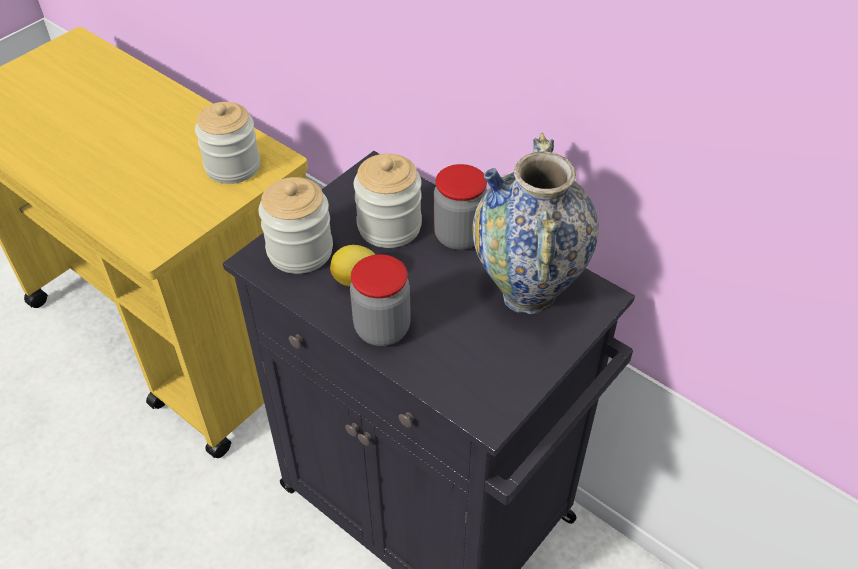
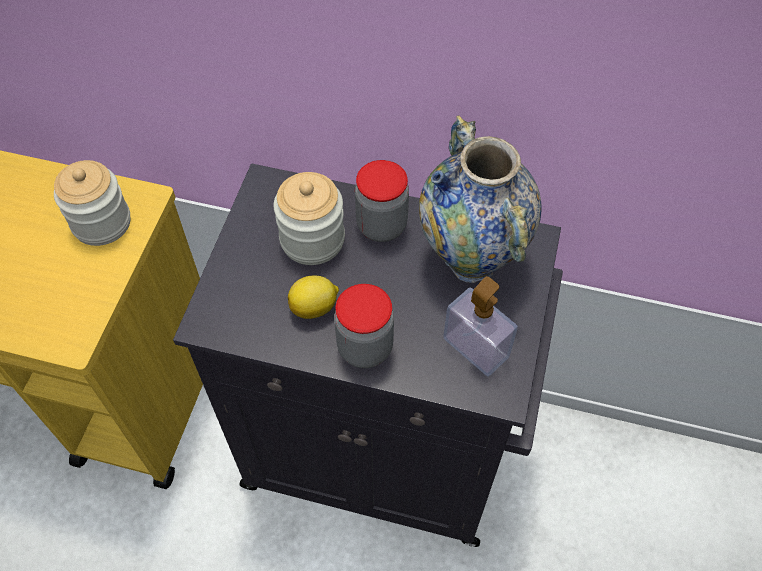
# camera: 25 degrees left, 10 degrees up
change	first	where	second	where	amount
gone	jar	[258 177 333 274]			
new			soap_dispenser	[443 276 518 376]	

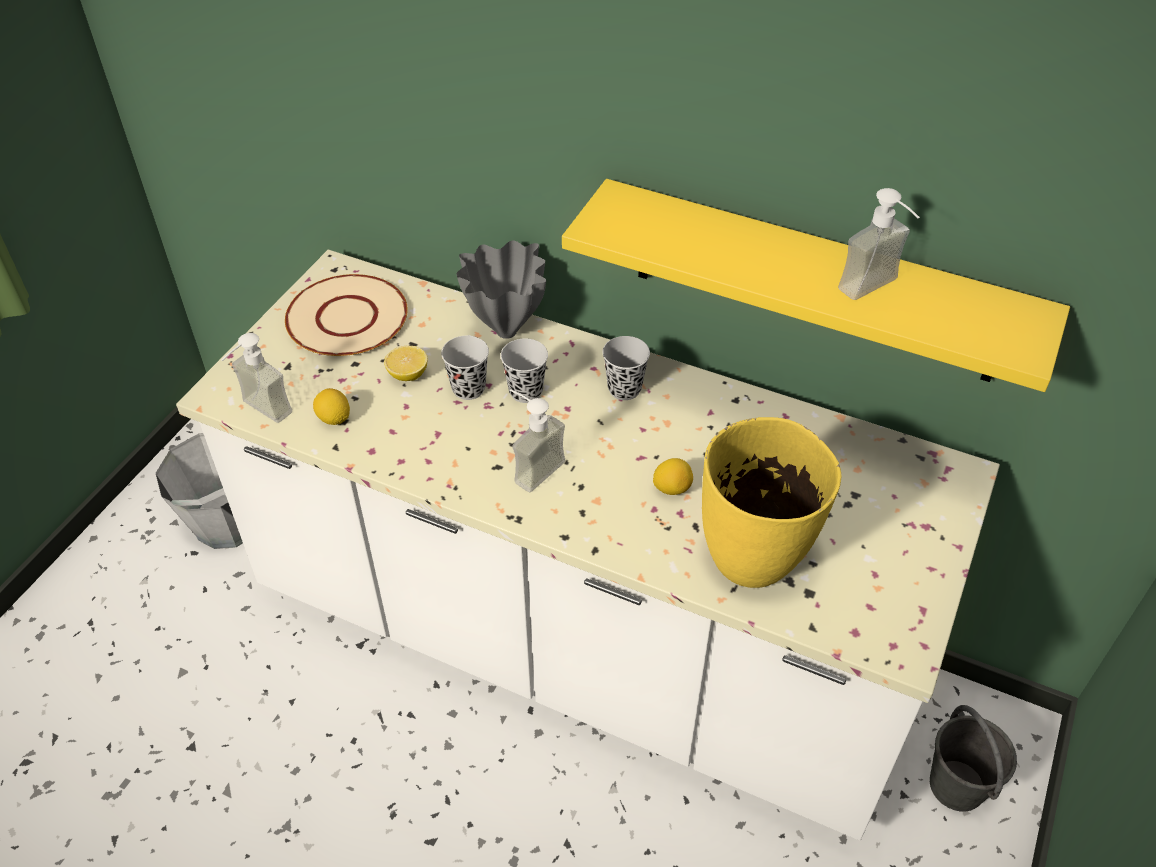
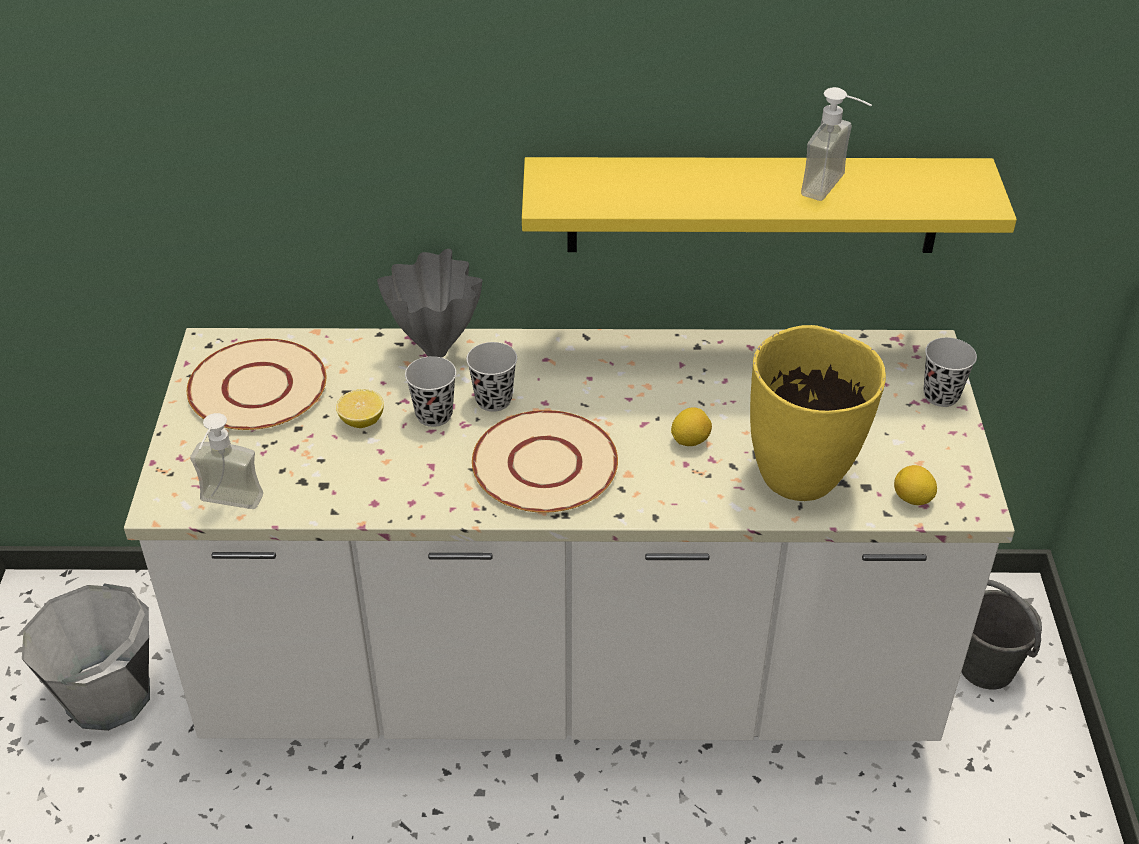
# camera: 25 degrees left, 5 degrees down
change	first	where	second	where	amount
shifted	black_cup	[603 336 650 400]		[923 337 977 407]	
shifted	lemon	[313 388 350 425]		[894 465 937 505]	
swapped	soap_dispenser	[510 389 565 492]	beige_plate	[472 410 618 513]	

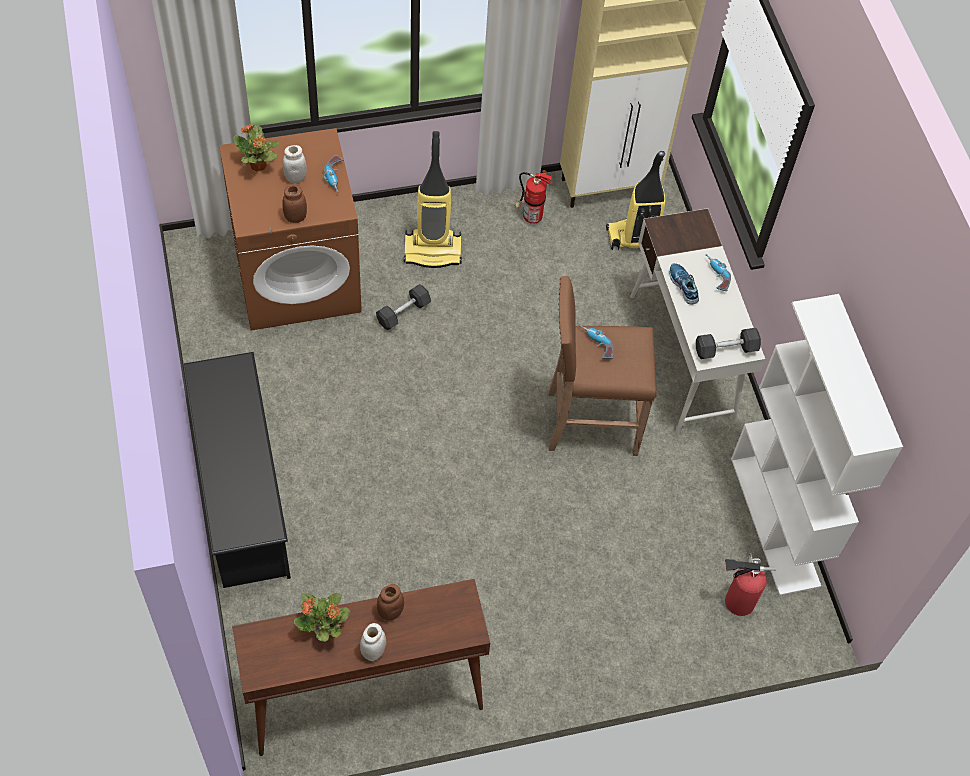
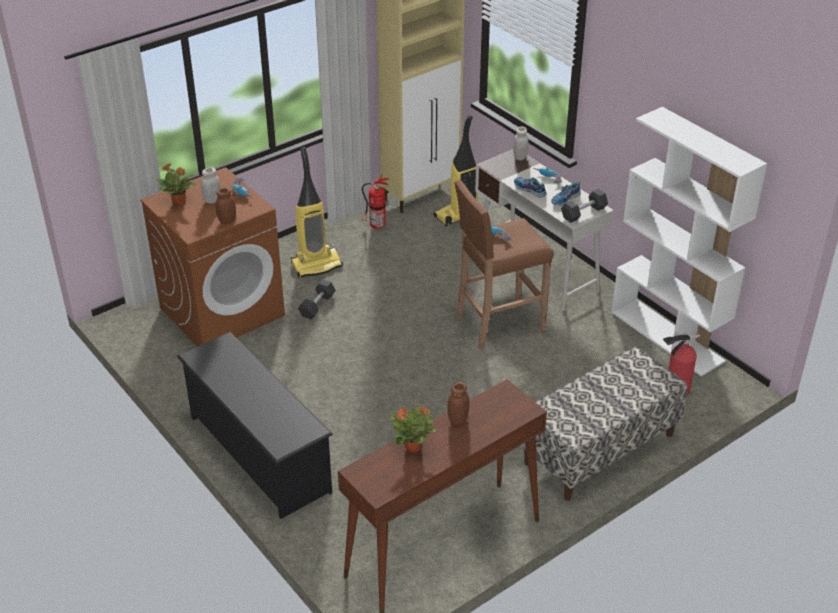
# camera: 20 degrees left, 20 degrees down
change	first	where	second	where	amount
shifted	white_jar	[360 623 386 661]		[513 127 529 161]	
new			shoe	[551 181 581 206]	
new			bench	[520 347 687 501]	

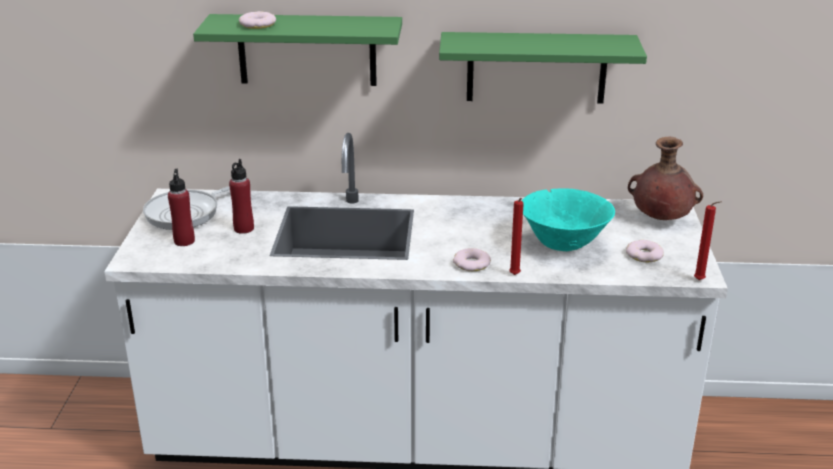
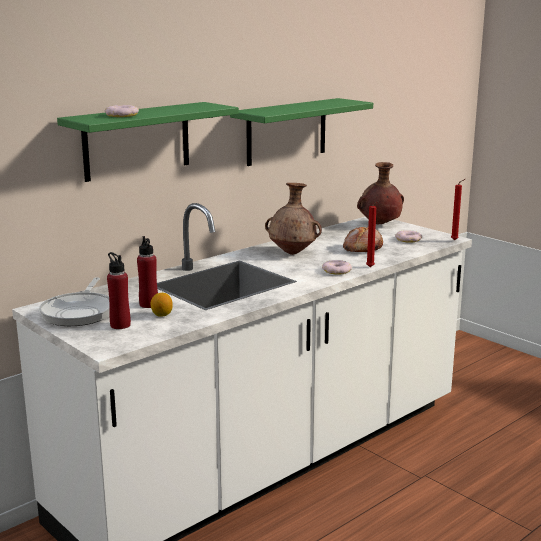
# camera: 45 degrees left, 10 degrees down
change	first	where	second	where	amount
swapped	turquoise_bowl	[522 188 615 251]	bread	[343 227 383 252]	
new			brown_vase	[265 183 322 255]	
new			lemon	[151 293 173 317]	

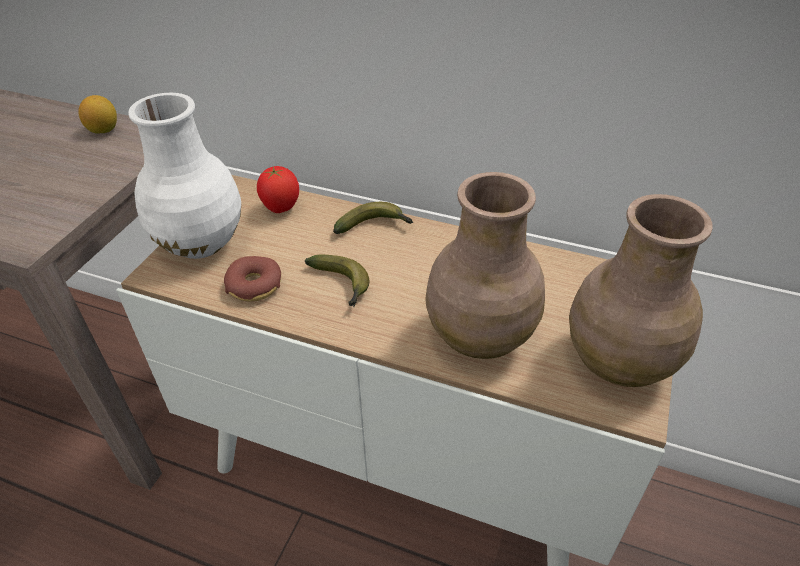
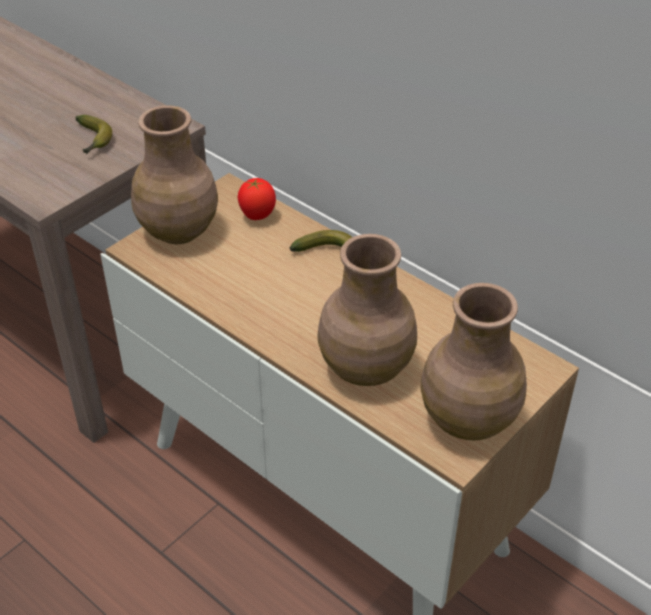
# camera: 20 degrees right, 0 degrees up
change	first	where	second	where	amount
repainted	white_vase	[128 93 241 259]	brown_vase	[131 105 218 244]	
gone	lemon	[78 95 117 134]			
shifted	banana	[305 255 369 307]		[75 115 112 154]	
gone	donut	[224 256 281 302]			

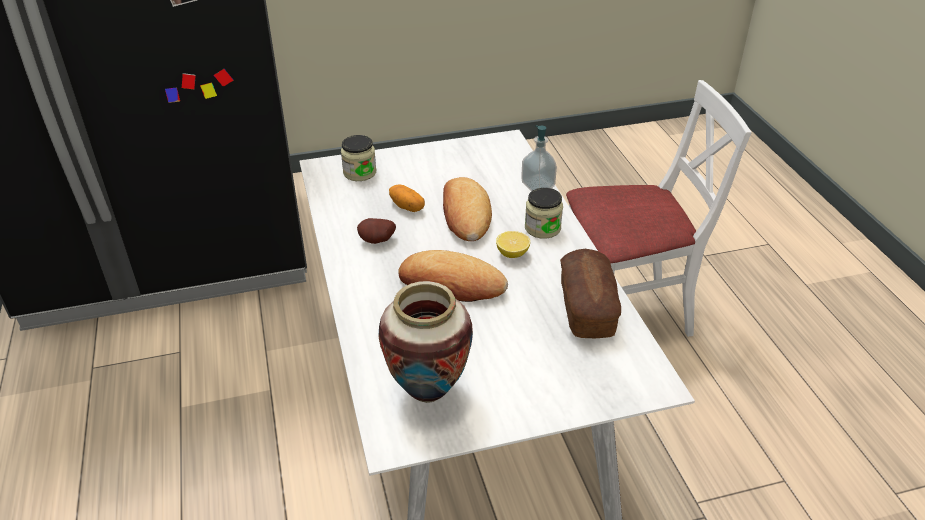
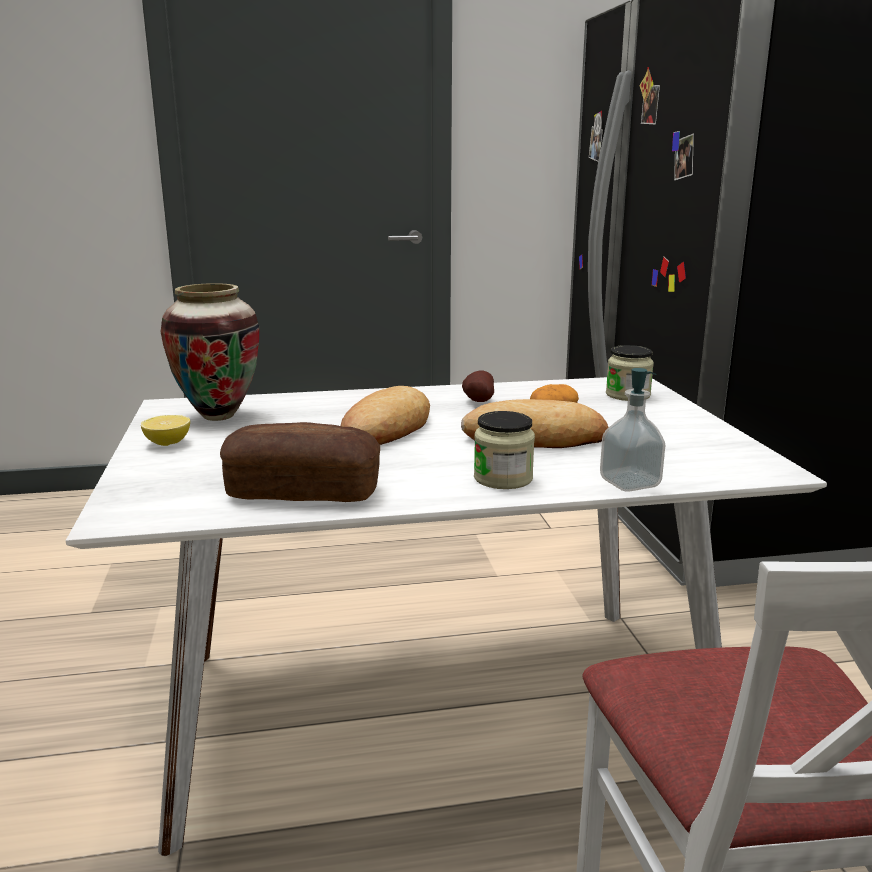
# camera: 95 degrees right, 20 degrees down
change	first	where	second	where	amount
shifted	lemon	[496 231 530 258]		[141 415 190 446]	

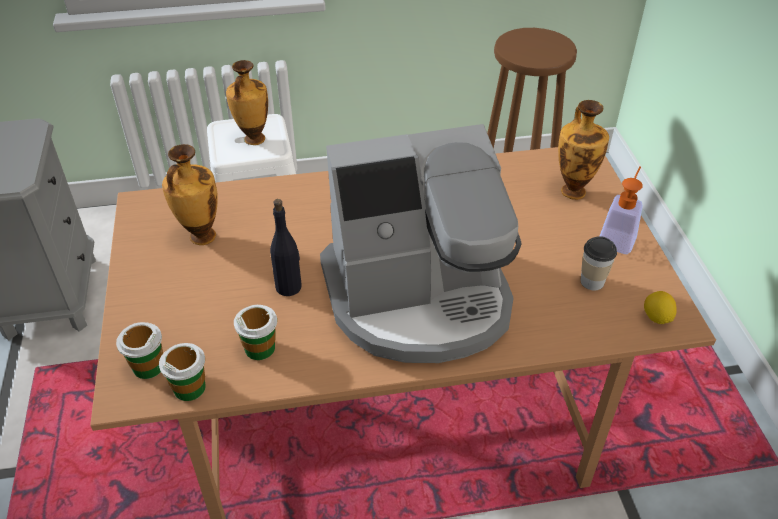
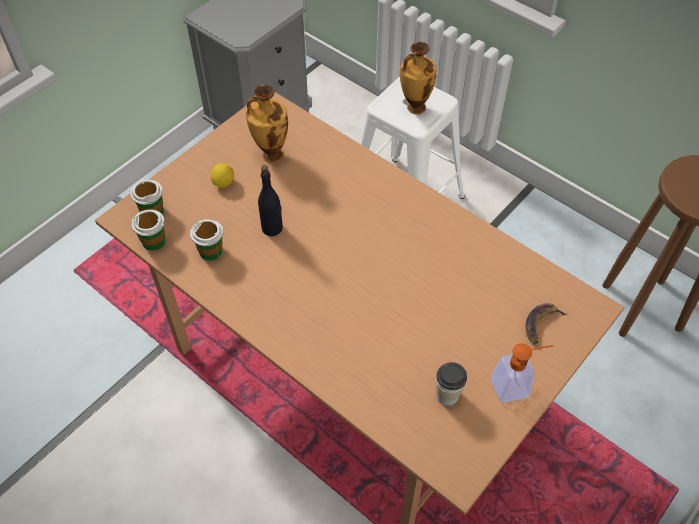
# camera: 50 degrees right, 10 degrees up
change	first	where	second	where	amount
swapped	vase	[558 100 609 200]	banana	[526 303 567 344]	
gone	coffee_machine	[320 124 522 363]			
shifted	lemon	[644 291 677 324]		[211 163 234 188]	

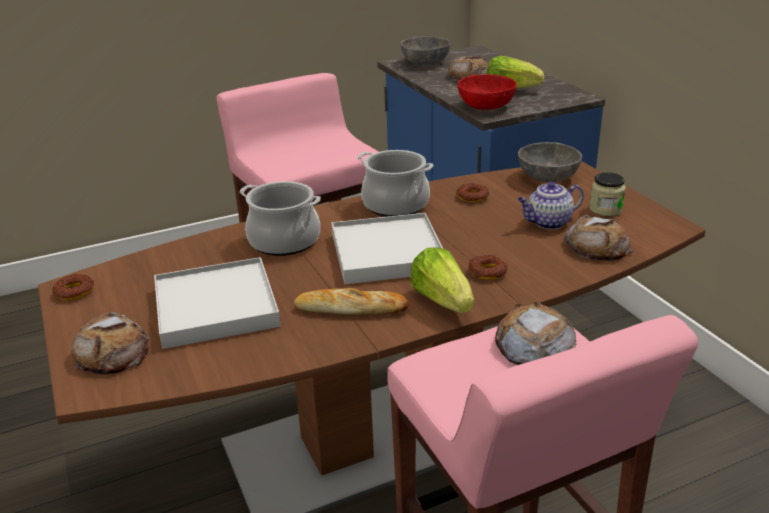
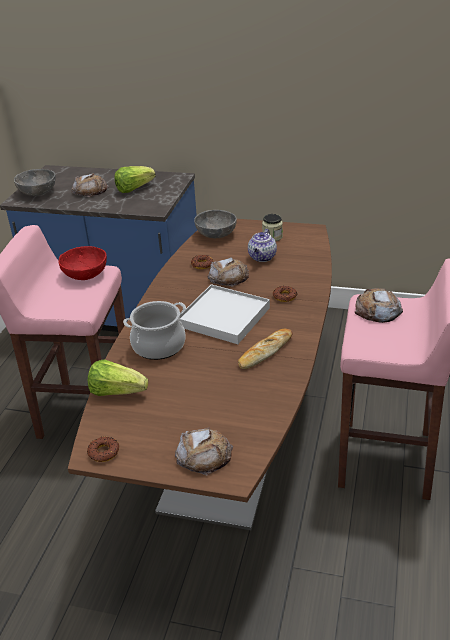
# camera: 50 degrees left, 5 degrees up
change	first	where	second	where	amount
shifted	red_bowl	[457 74 517 110]		[58 246 107 280]	
gone	cooking_pot	[358 150 433 217]			
shifted	bread	[564 215 632 261]		[208 257 249 287]	
shifted	lettuce	[410 247 474 313]		[88 360 148 396]	
gone	white_tray	[154 257 280 349]			

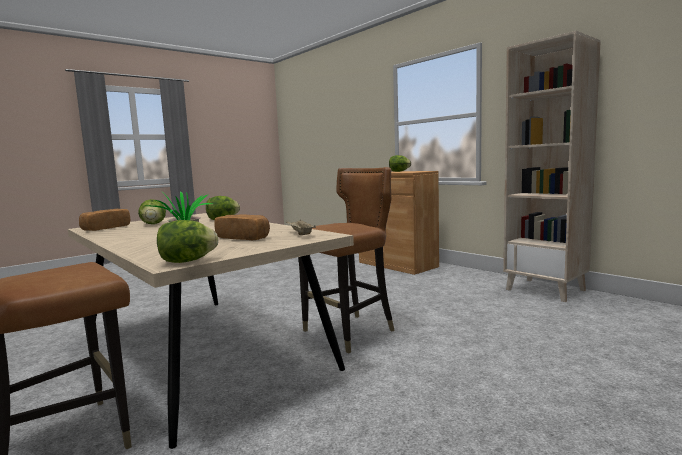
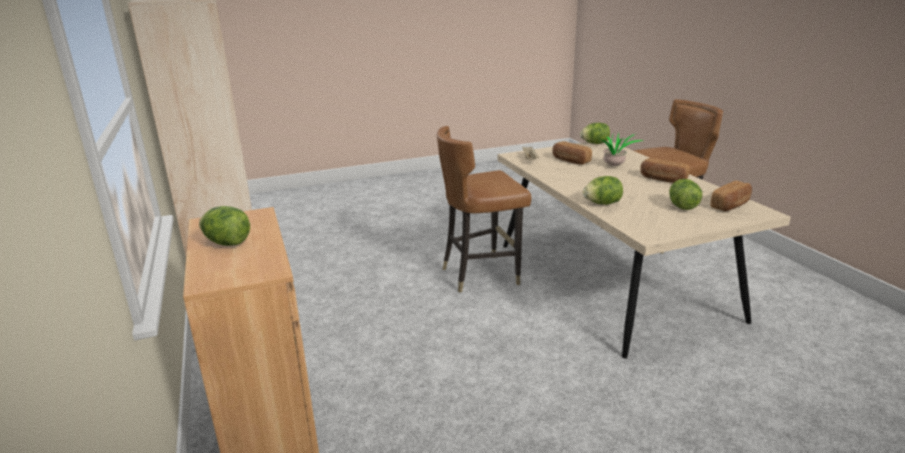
# camera: 160 degrees left, 15 degrees up
change	first	where	second	where	amount
new			bread	[641 158 690 183]	

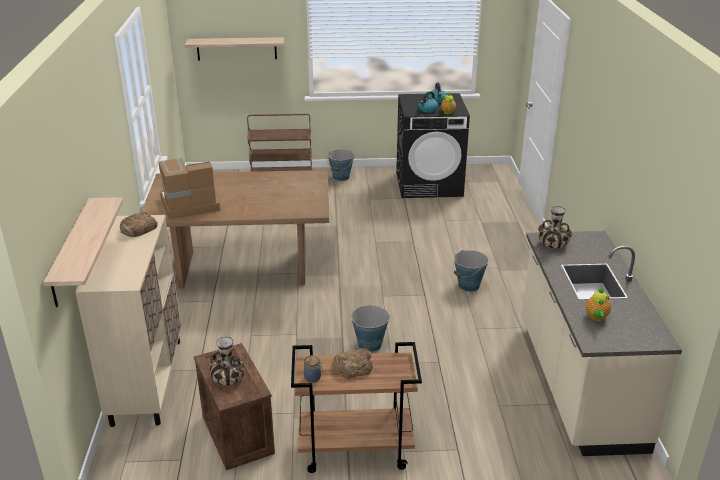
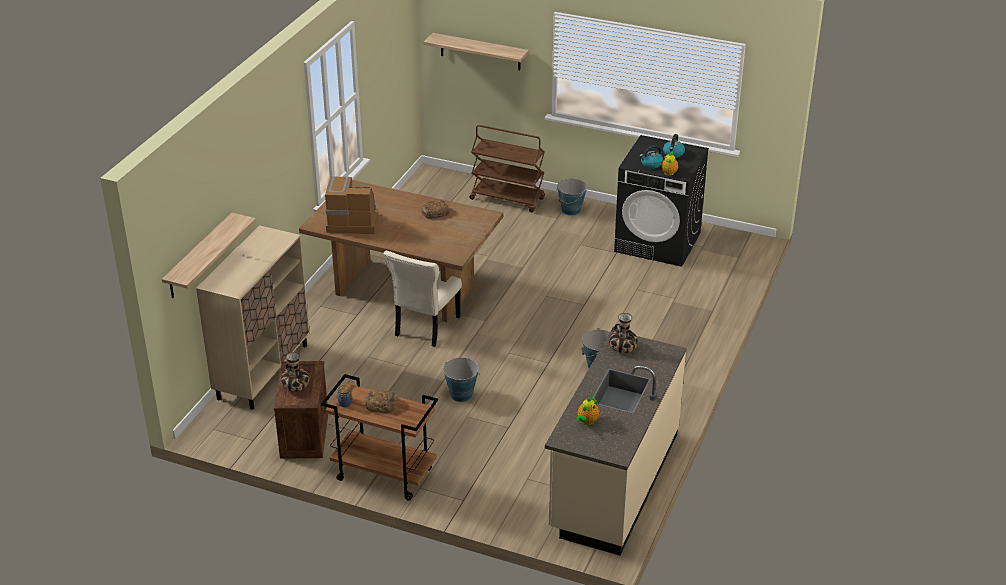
# camera: 25 degrees right, 5 degrees up
change	first	where	second	where	amount
shifted	bread	[120 212 158 237]		[421 200 450 219]	
new			beige_chair	[384 251 462 347]	

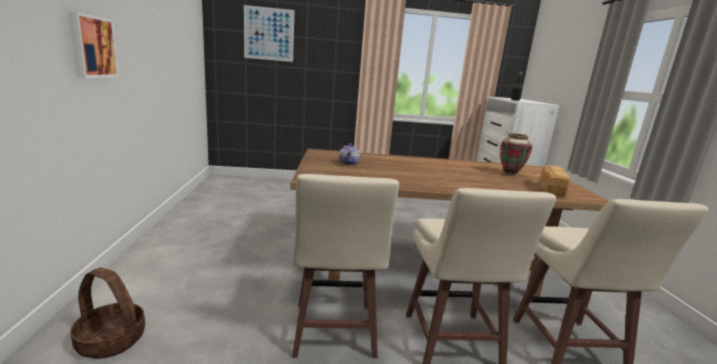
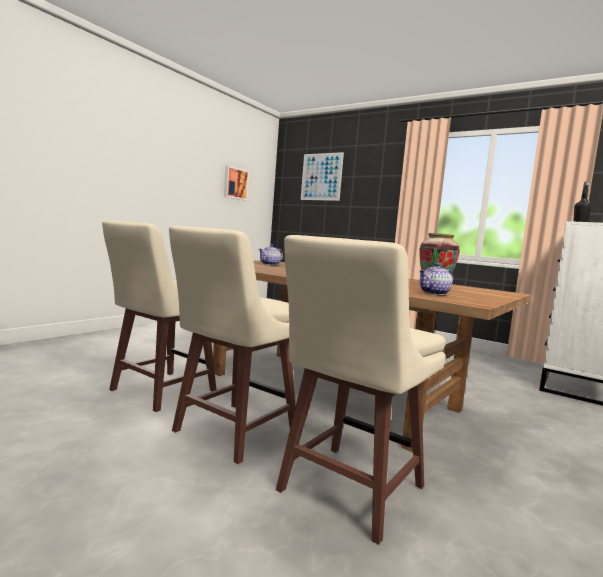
# camera: 40 degrees right, 10 degrees down
change	first	where	second	where	amount
shifted	picture	[68 11 119 78]		[224 166 249 200]	
swapped	bread	[540 165 570 197]	teapot	[419 263 453 295]	
gone	basket	[70 267 145 359]			

